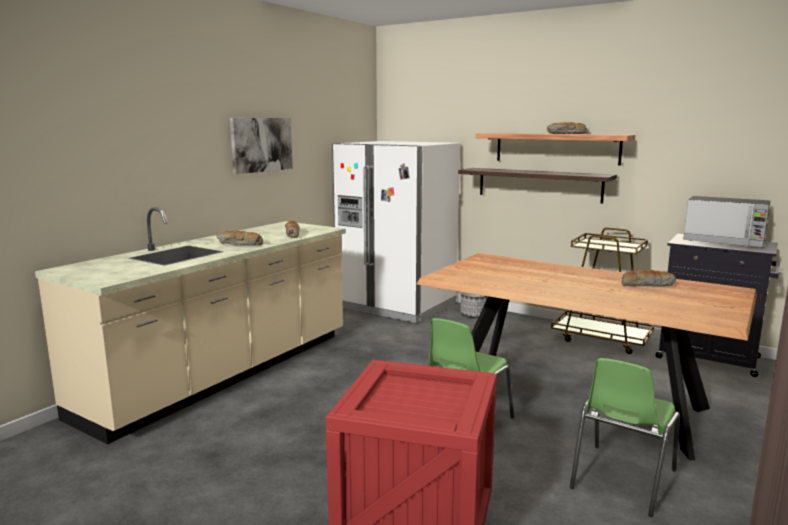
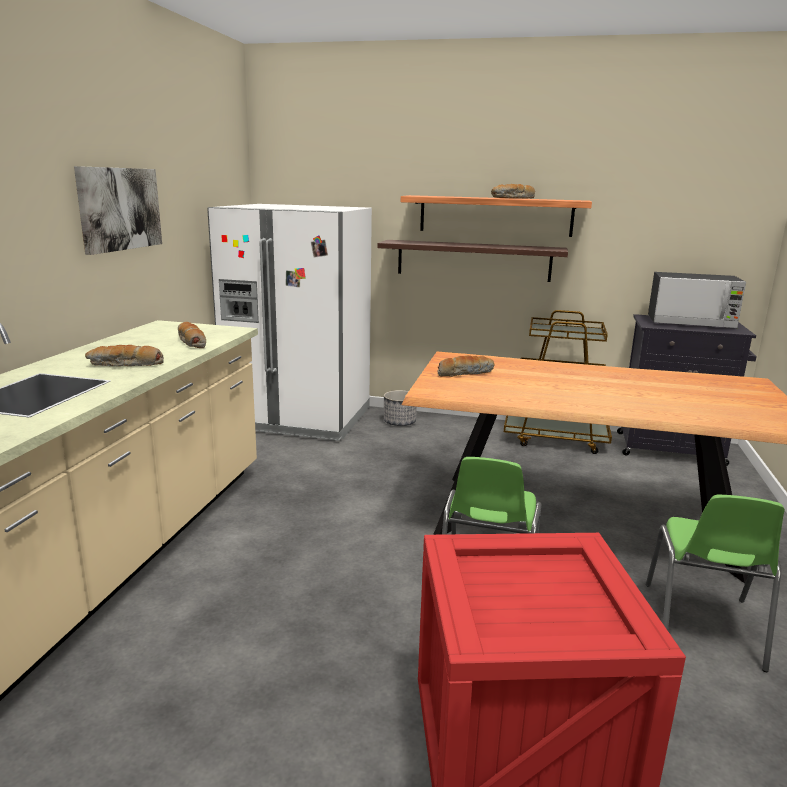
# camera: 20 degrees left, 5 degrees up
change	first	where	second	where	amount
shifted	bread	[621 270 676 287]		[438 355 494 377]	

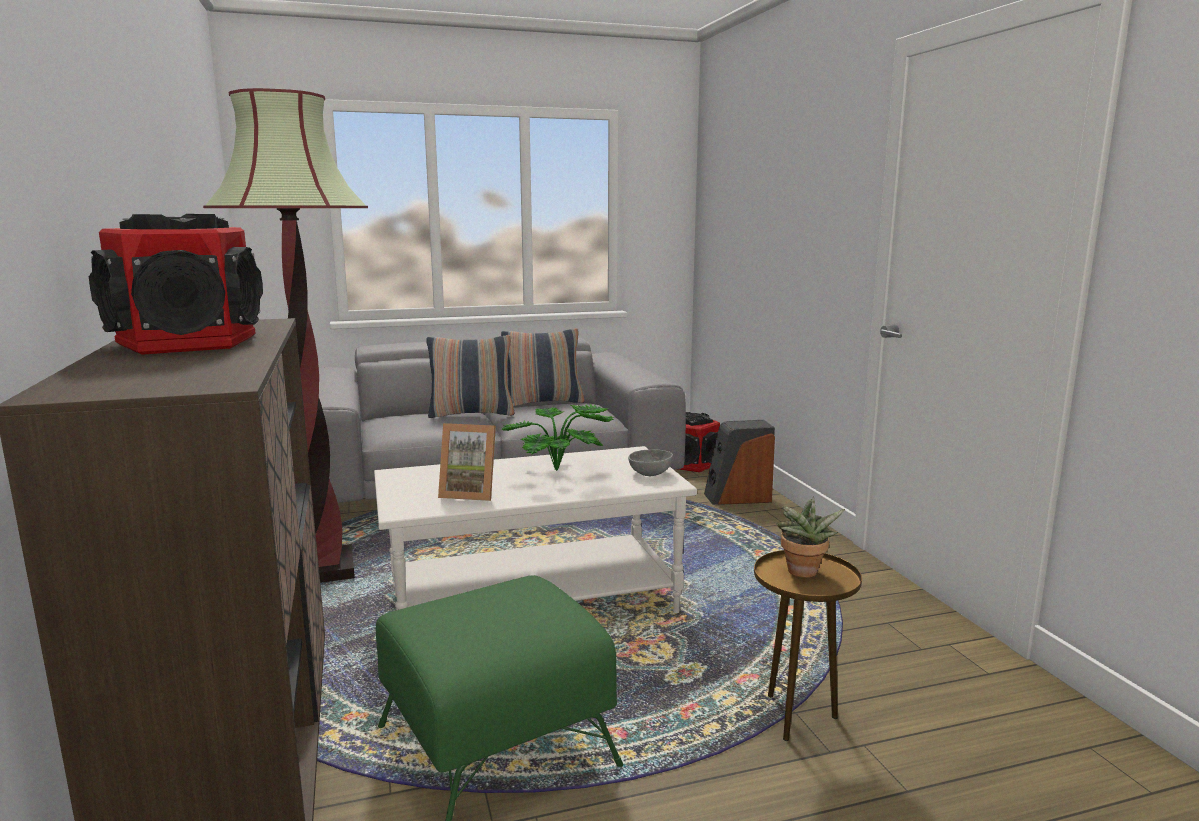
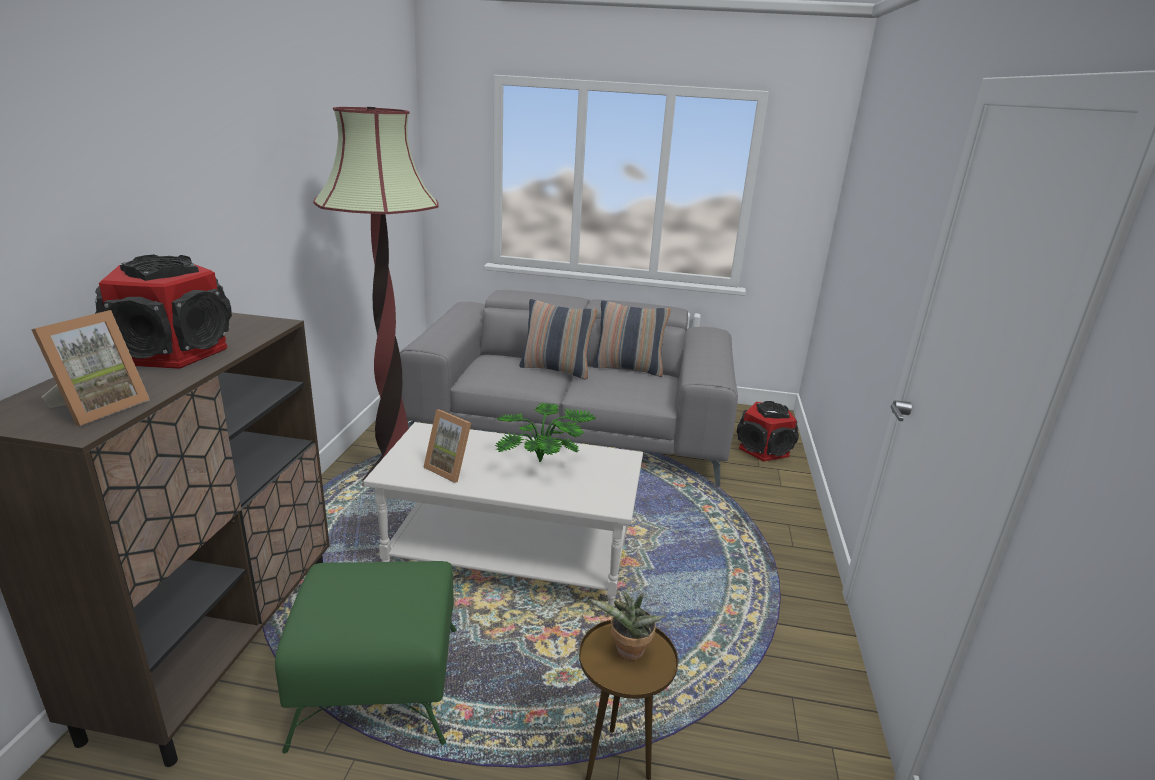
# camera: 25 degrees right, 10 degrees up
change	first	where	second	where	amount
gone	speaker	[704 420 775 505]			
gone	grey_bowl	[628 449 673 476]			
new			picture_frame	[31 310 150 426]	

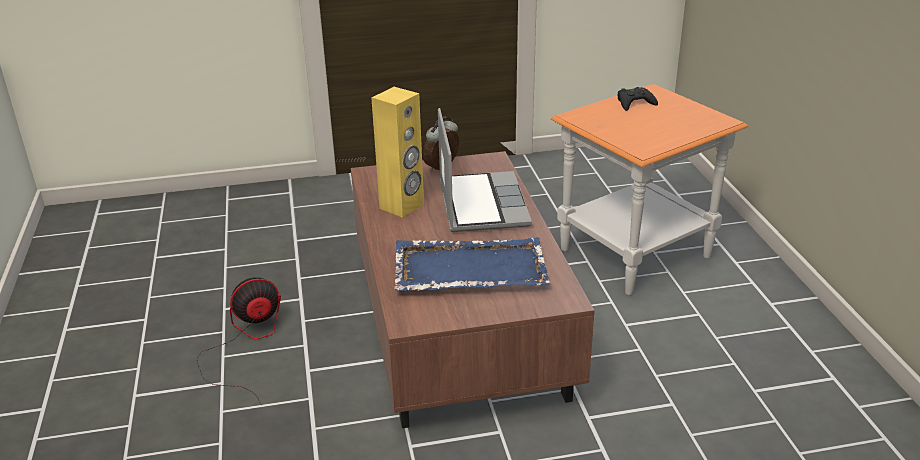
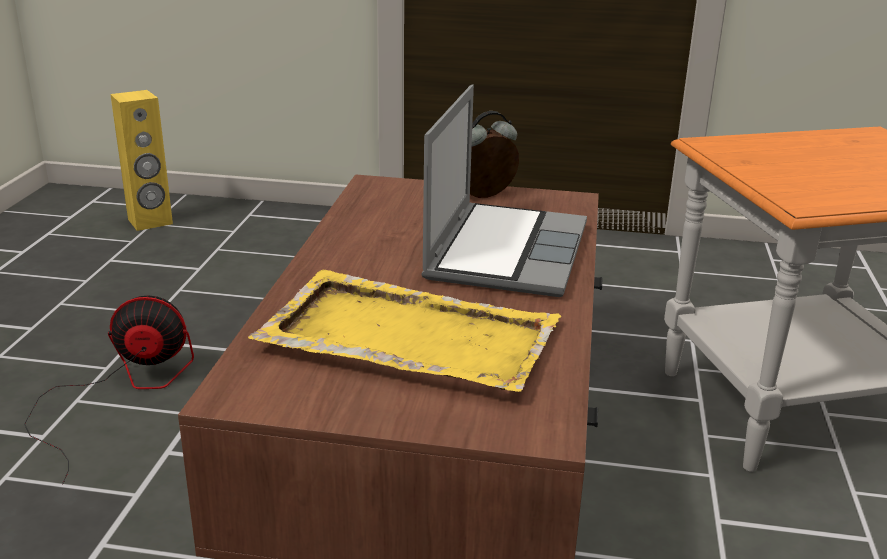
# camera: 20 degrees right, 5 degrees down
change	first	where	second	where	amount
shifted	yellow_speaker	[371 87 424 218]		[110 90 173 231]	
gone	black_game_controller	[618 87 658 111]			
repainted	blue_tray	[394 237 550 291]	yellow_tray	[248 270 561 392]	

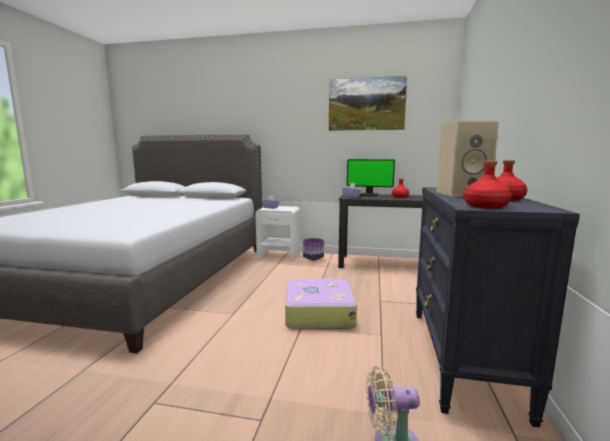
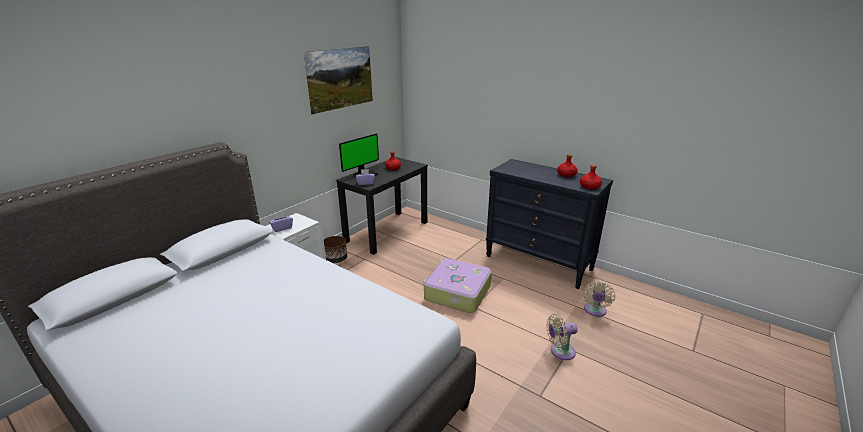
# camera: 65 degrees left, 15 degrees up
change	first	where	second	where	amount
gone	beige_speaker	[436 121 499 196]			
repainted	purple_planter	[303 238 324 261]	brown_planter	[324 236 347 263]	
new			beige_fan	[546 314 578 360]	

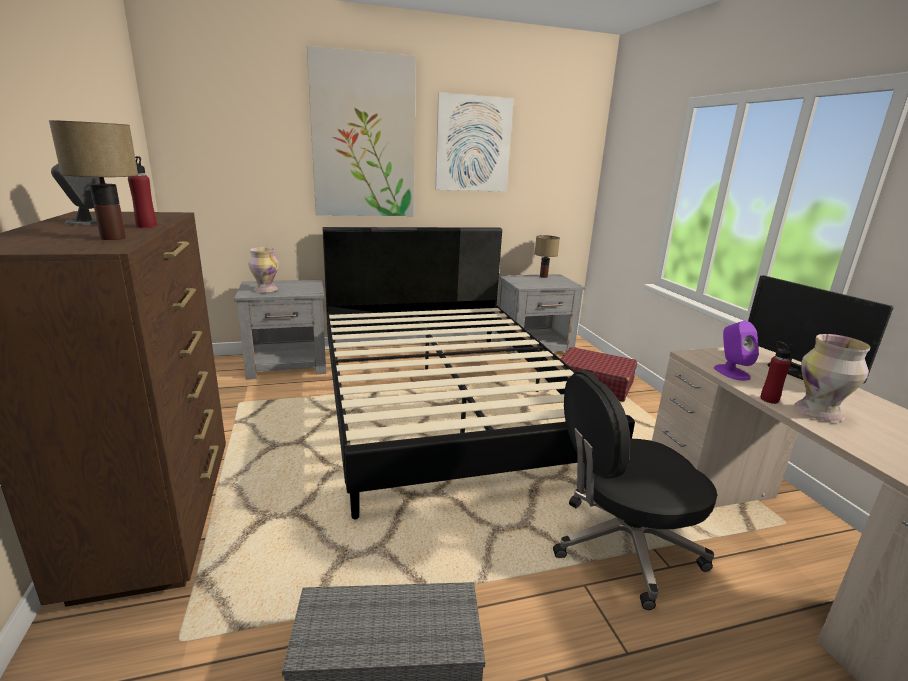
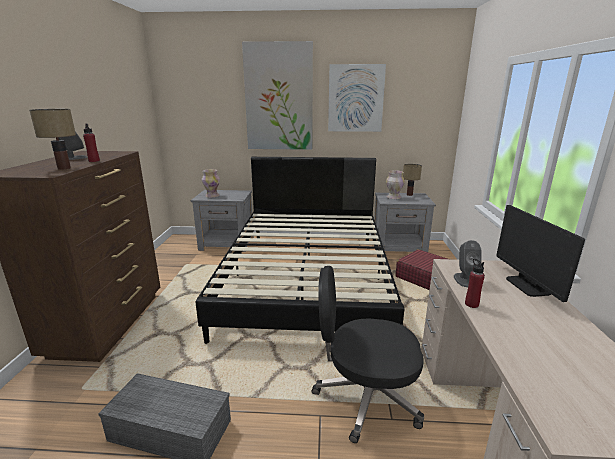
# camera: 20 degrees right, 0 degrees up
change	first	where	second	where	amount
repainted	purple_speaker	[714 321 759 381]	grey_speaker	[454 240 481 287]	
shifted	vase	[794 334 871 422]		[386 170 405 199]	

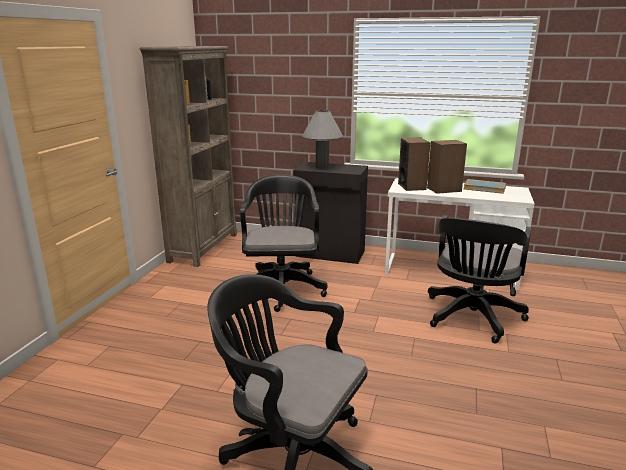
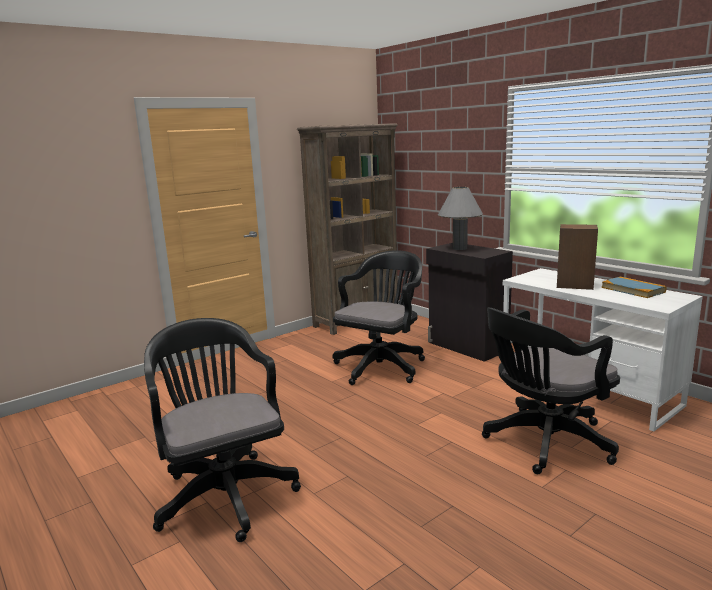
# camera: 35 degrees right, 5 degrees down
change	first	where	second	where	amount
gone	speaker	[398 138 430 191]			

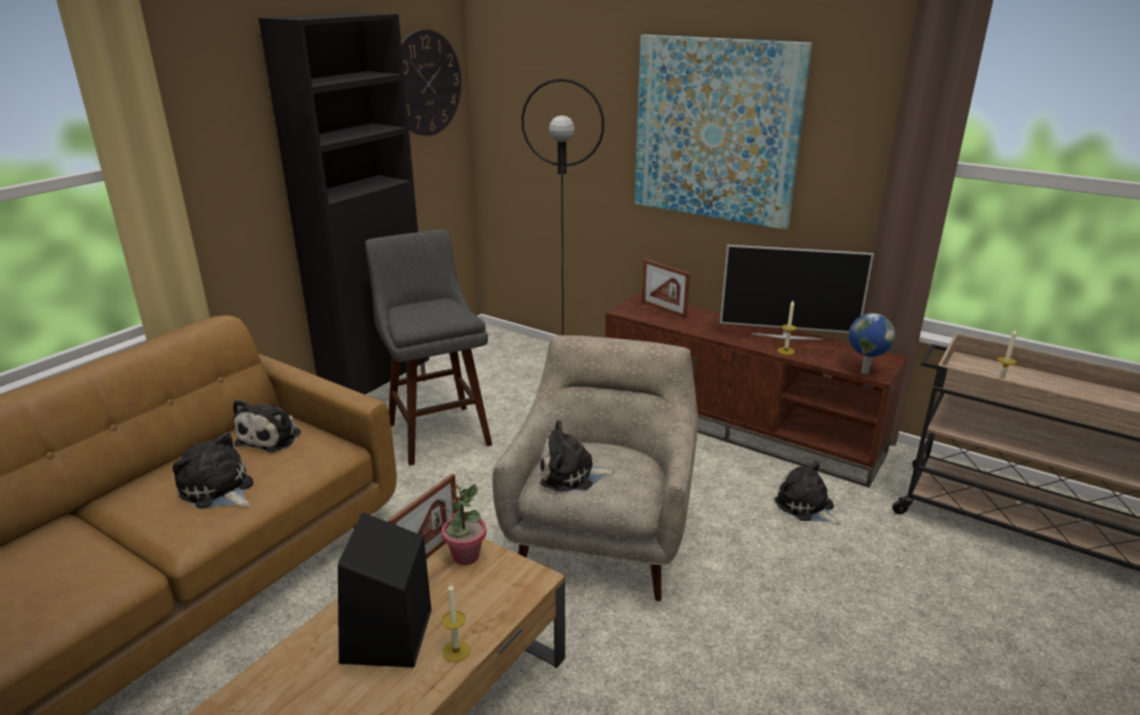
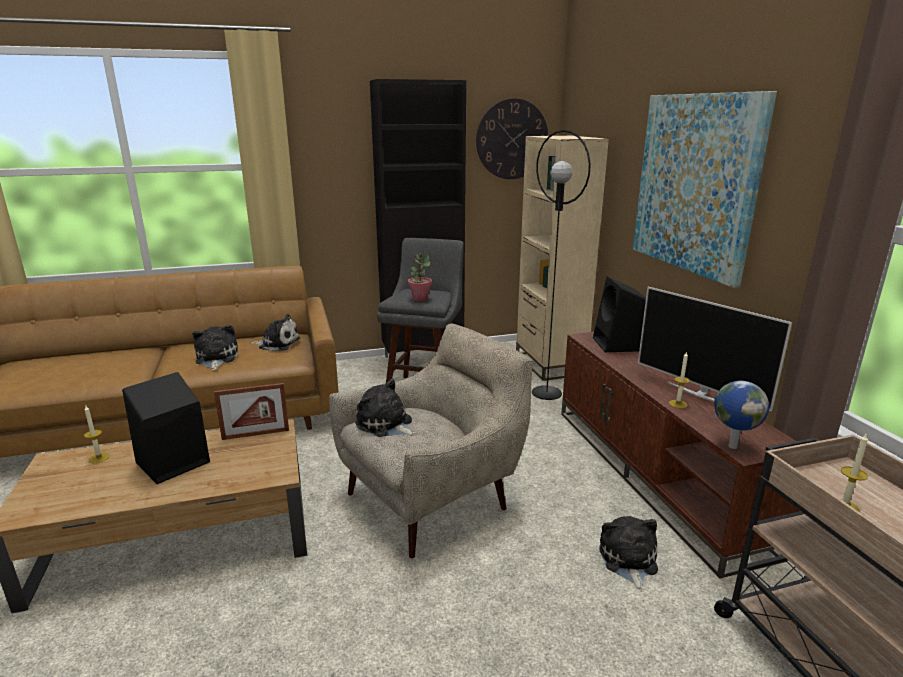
# camera: 40 degrees right, 5 degrees down
change	first	where	second	where	amount
swapped	picture_frame	[642 259 690 318]	black_speaker	[593 276 646 352]	
rotated	plush_toy	[233 399 301 452]		[250 314 300 351]	135 degrees counterclockwise
shifted	potted_plant	[442 484 487 565]		[408 253 432 301]	
shifted	candle	[442 583 470 662]		[84 406 110 463]	
new			beige_bookcase	[516 136 609 381]	

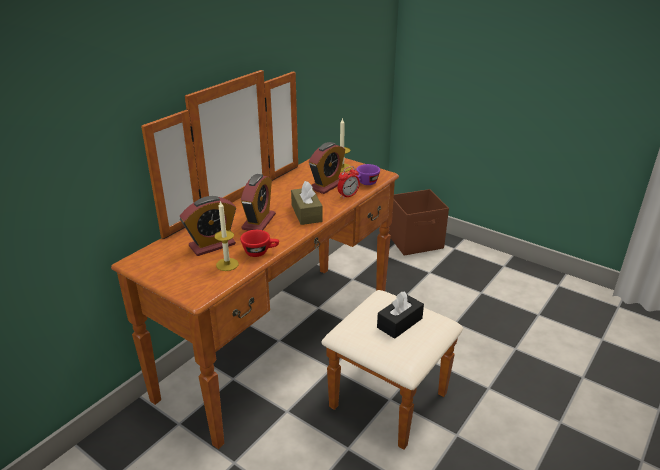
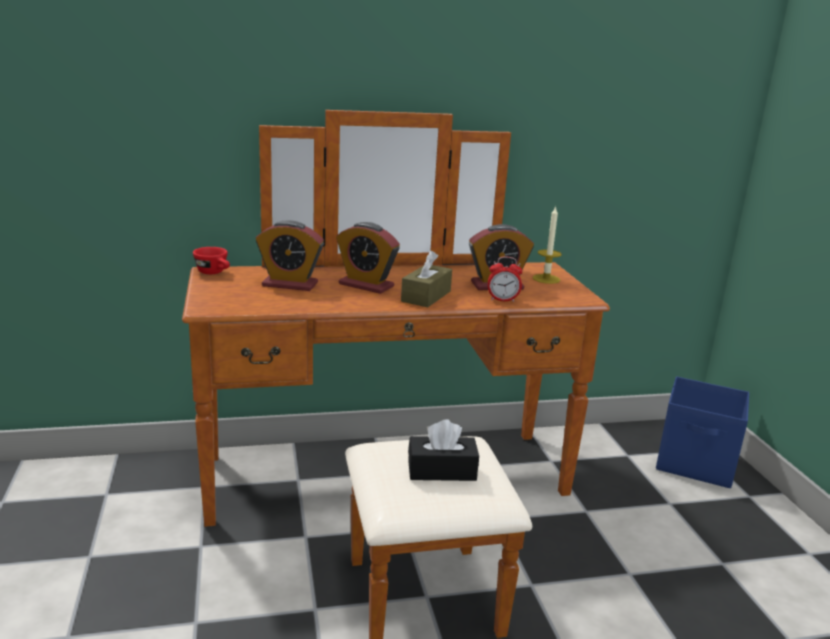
# camera: 40 degrees right, 10 degrees down
change	first	where	second	where	amount
gone	purple_cup	[356 164 380 185]			
rotated	alarm_clock	[241 174 276 231]		[336 222 400 294]	60 degrees clockwise
repainted	brown_storage_box	[388 189 449 256]	blue_storage_box	[656 376 749 488]	
gone	candle	[214 201 239 271]			
shifted	red_cup	[240 230 279 257]		[193 247 230 274]	

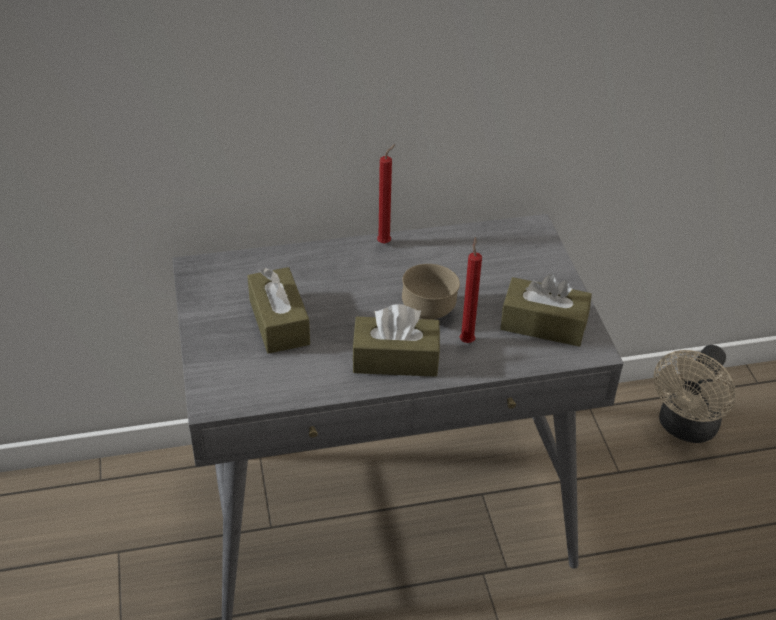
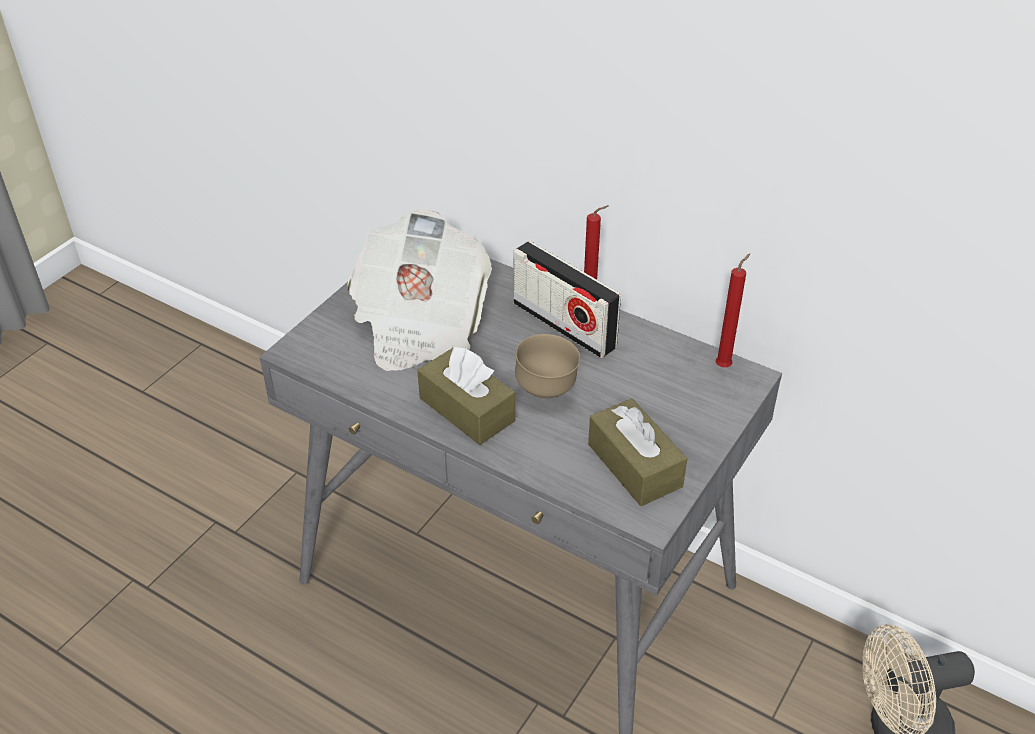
# camera: 45 degrees right, 0 degrees up
change	first	where	second	where	amount
shifted	red_candle	[460 237 482 343]		[716 254 750 367]	
swapped	brown_tissue_box	[247 267 310 354]	newspaper	[347 210 492 371]	
new			radio	[513 241 621 358]	

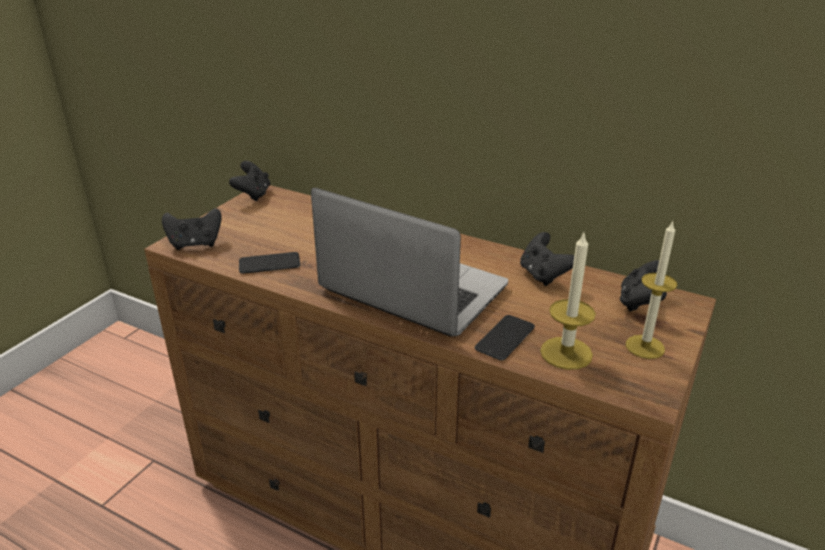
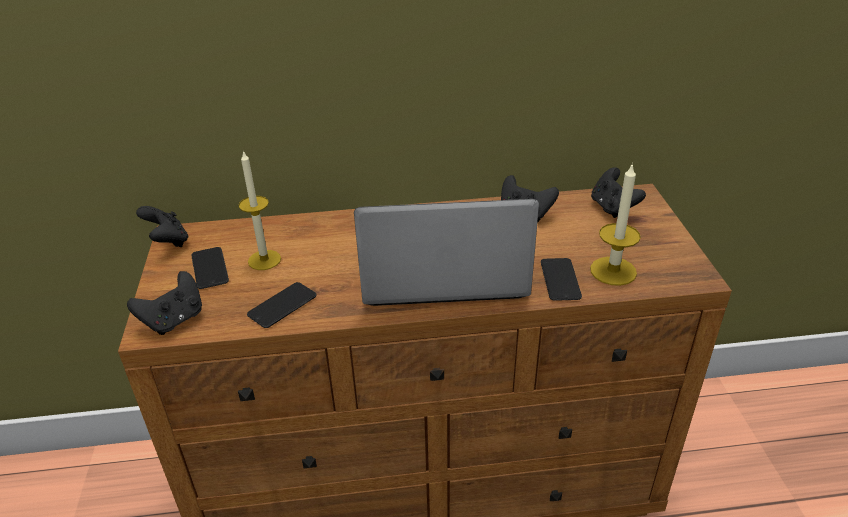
# camera: 35 degrees left, 5 degrees up
change	first	where	second	where	amount
shifted	candle	[626 221 677 359]		[239 150 281 270]	
new			phone	[192 247 229 289]	

